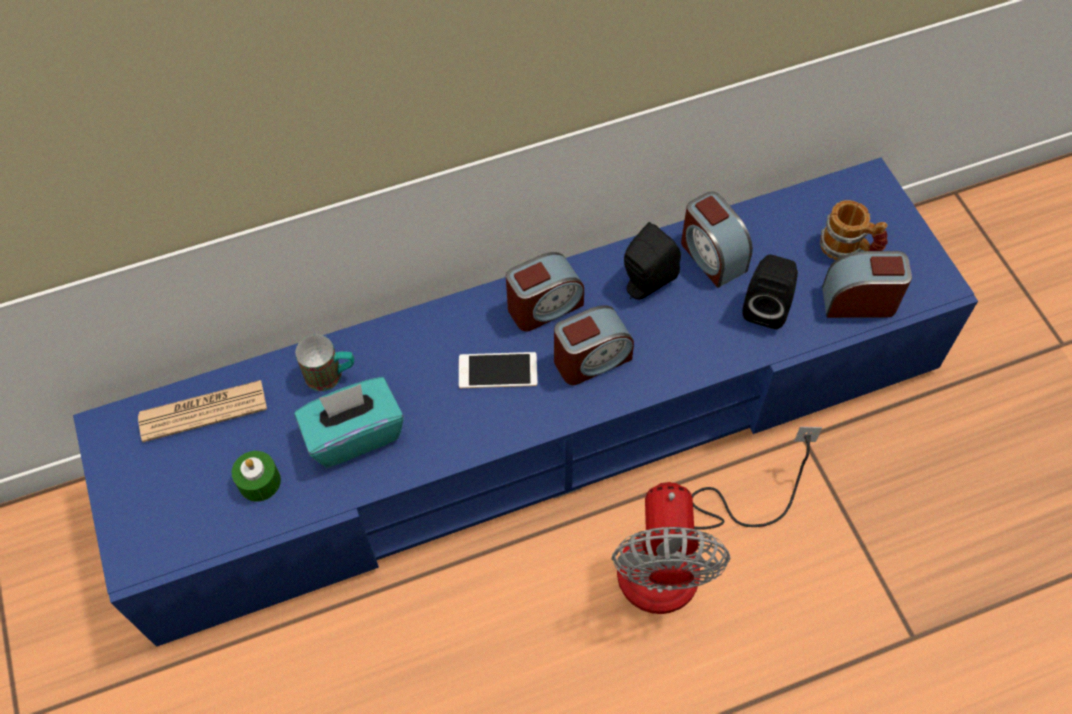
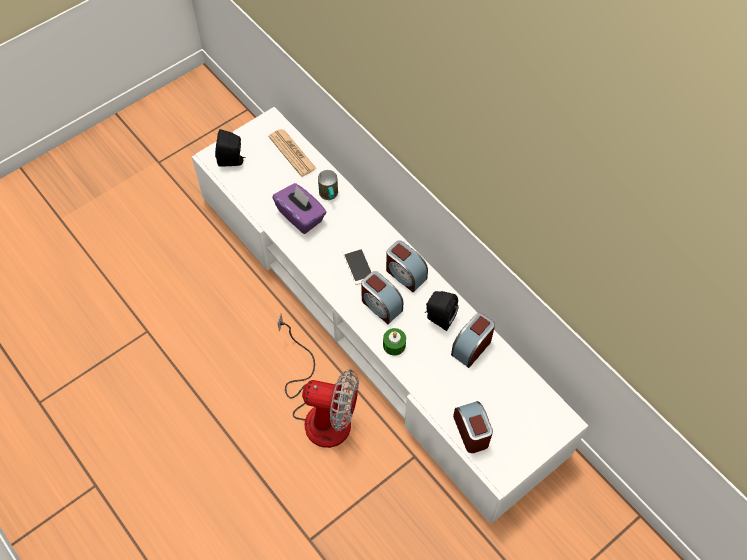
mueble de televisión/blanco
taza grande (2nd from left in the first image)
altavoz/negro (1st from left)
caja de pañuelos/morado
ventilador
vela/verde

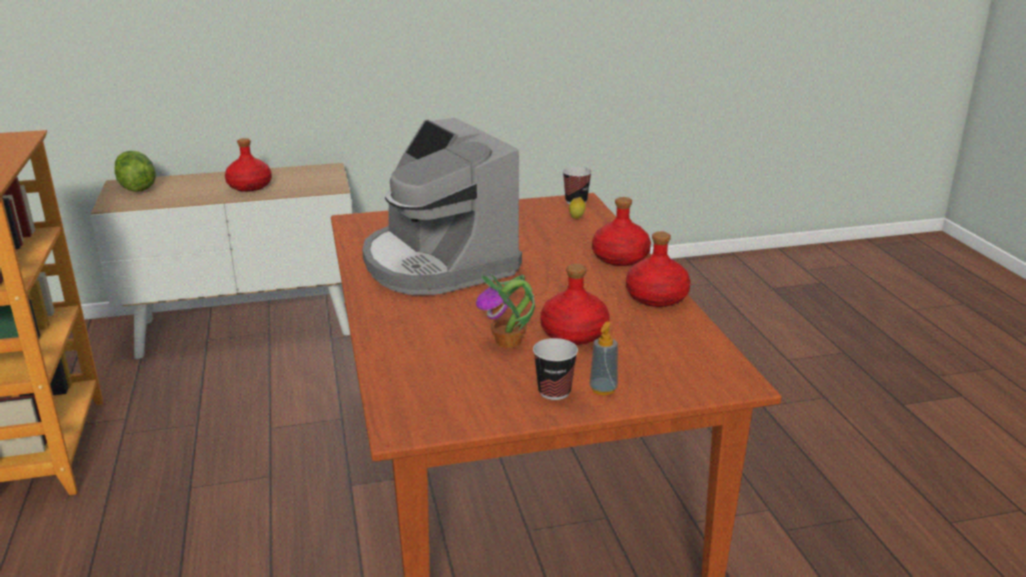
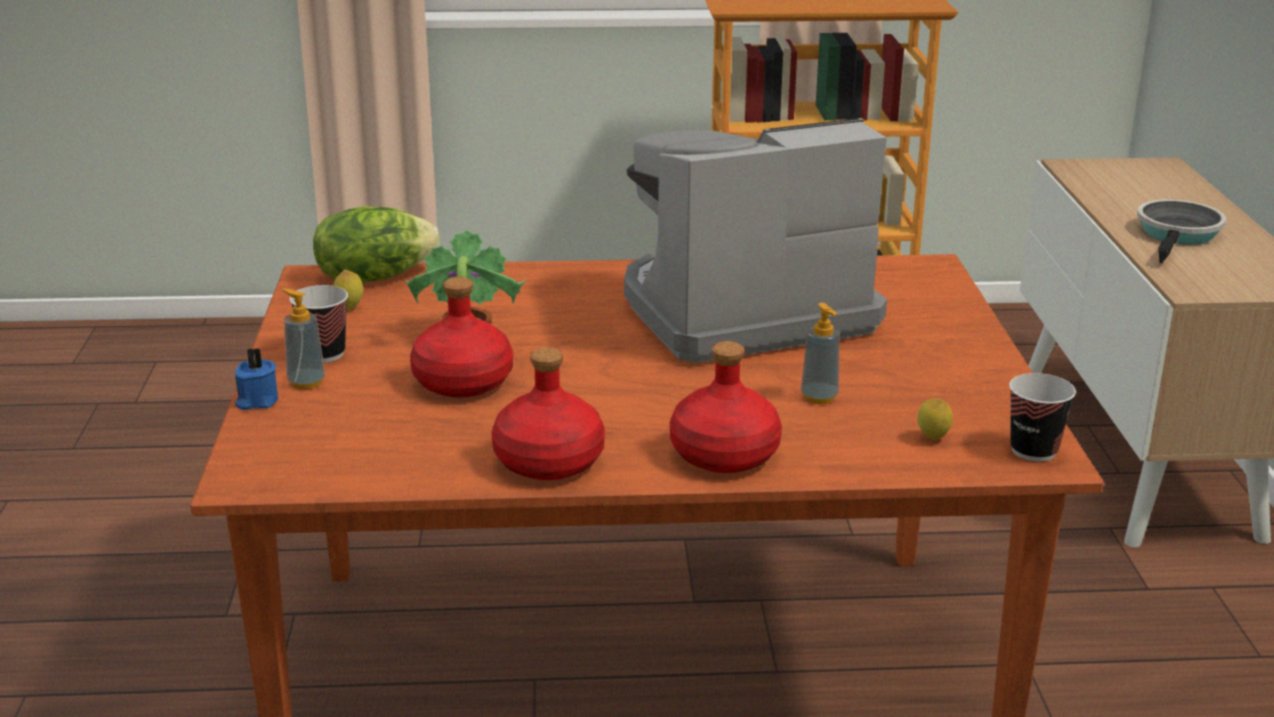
sartén
lechuga
limón (1st from left)
dispensador de jabón (2nd from left)
vela/azul

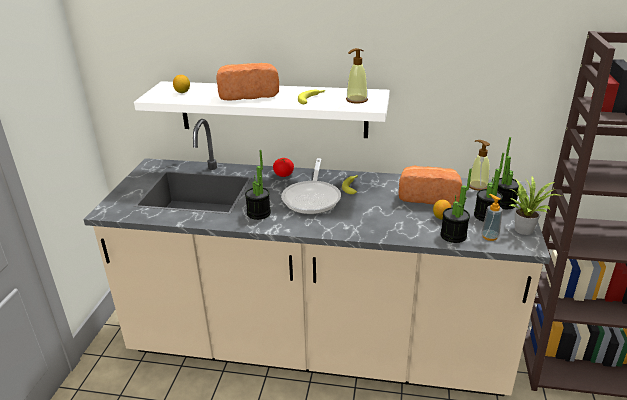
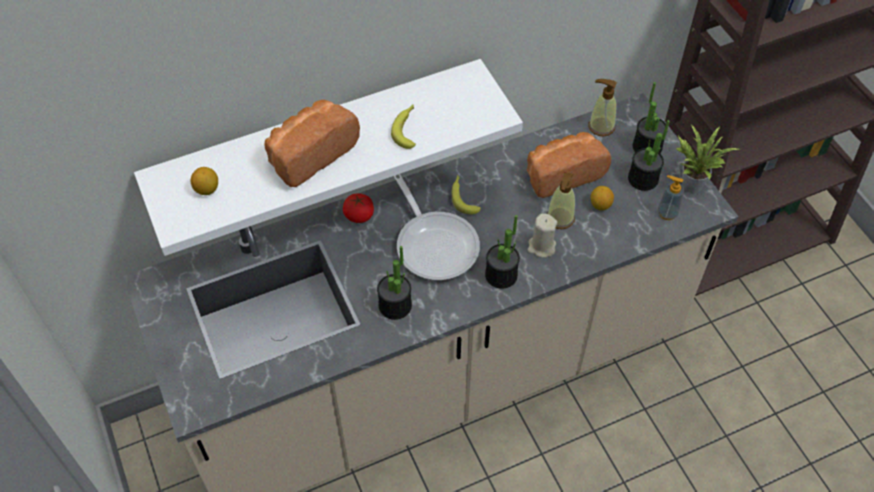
dispensador de jabón (1st from left)
planta en maceta (2nd from left)
vela/beis

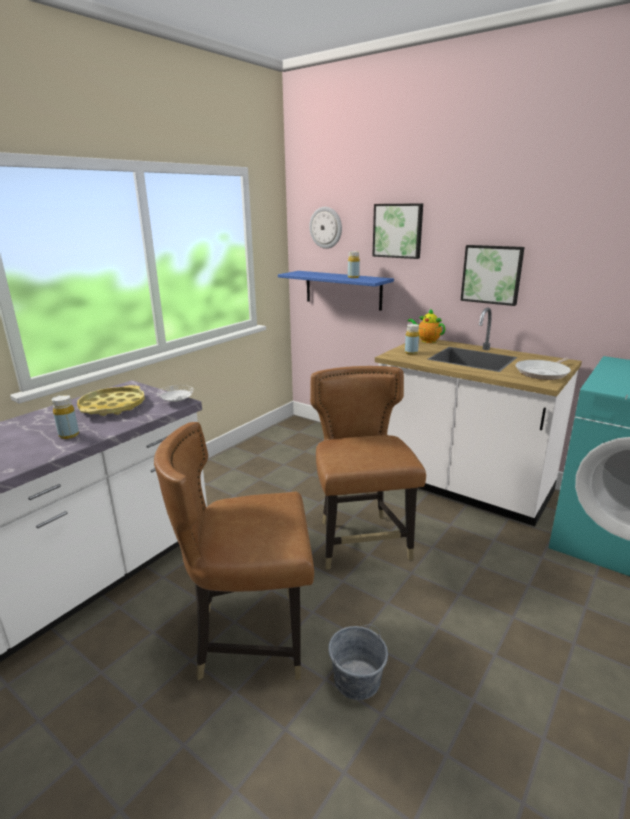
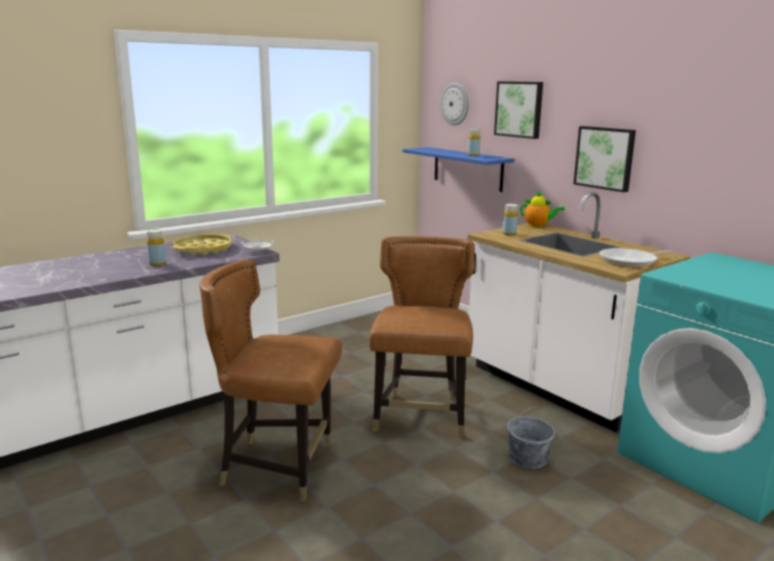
tetera
cubo/gris

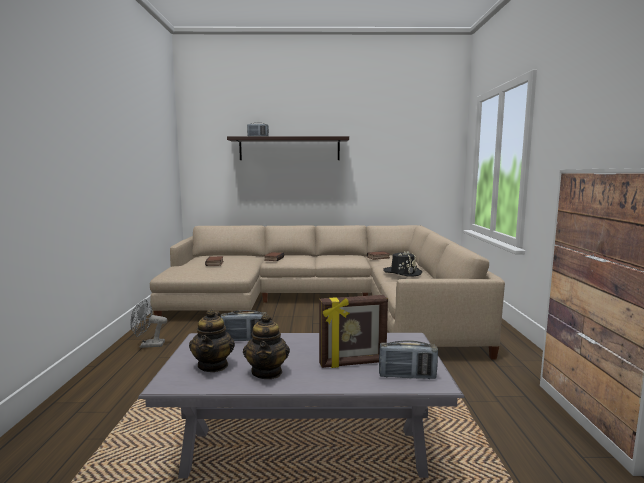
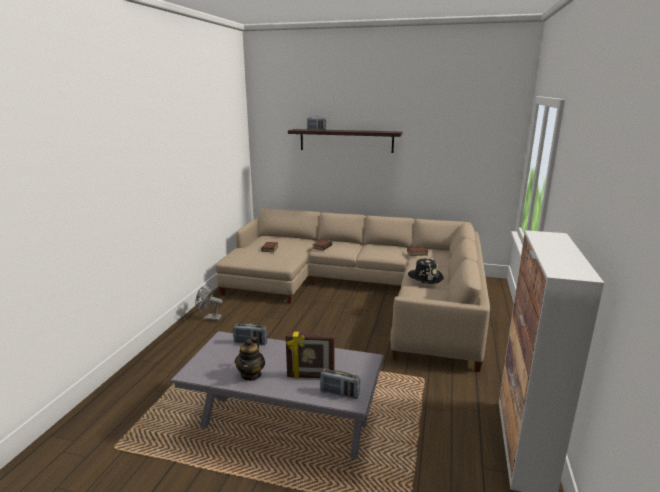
tetera (1st from left in the first image)

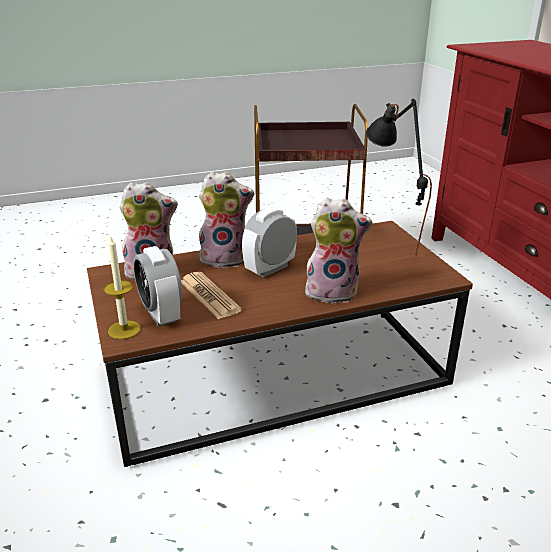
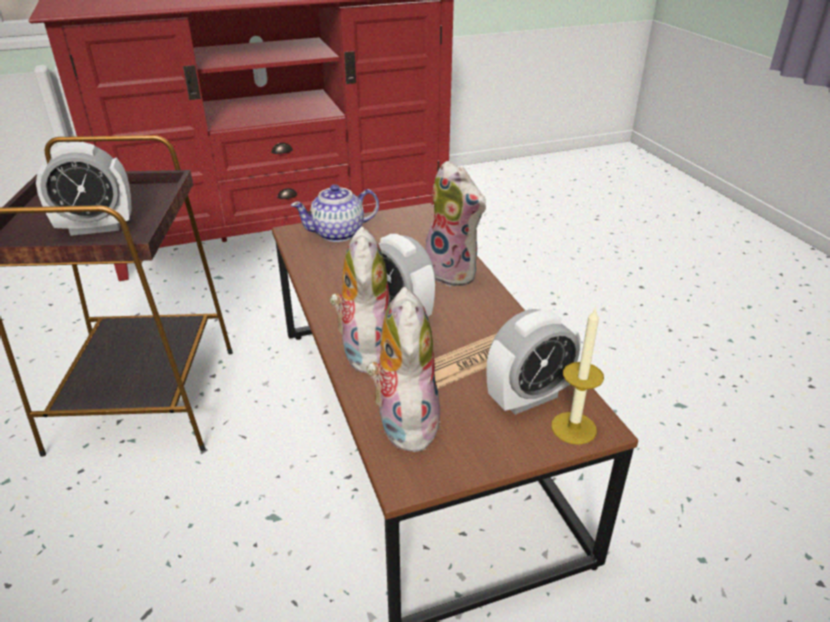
tetera
peluche (3rd from left)
despertador (1st from left)

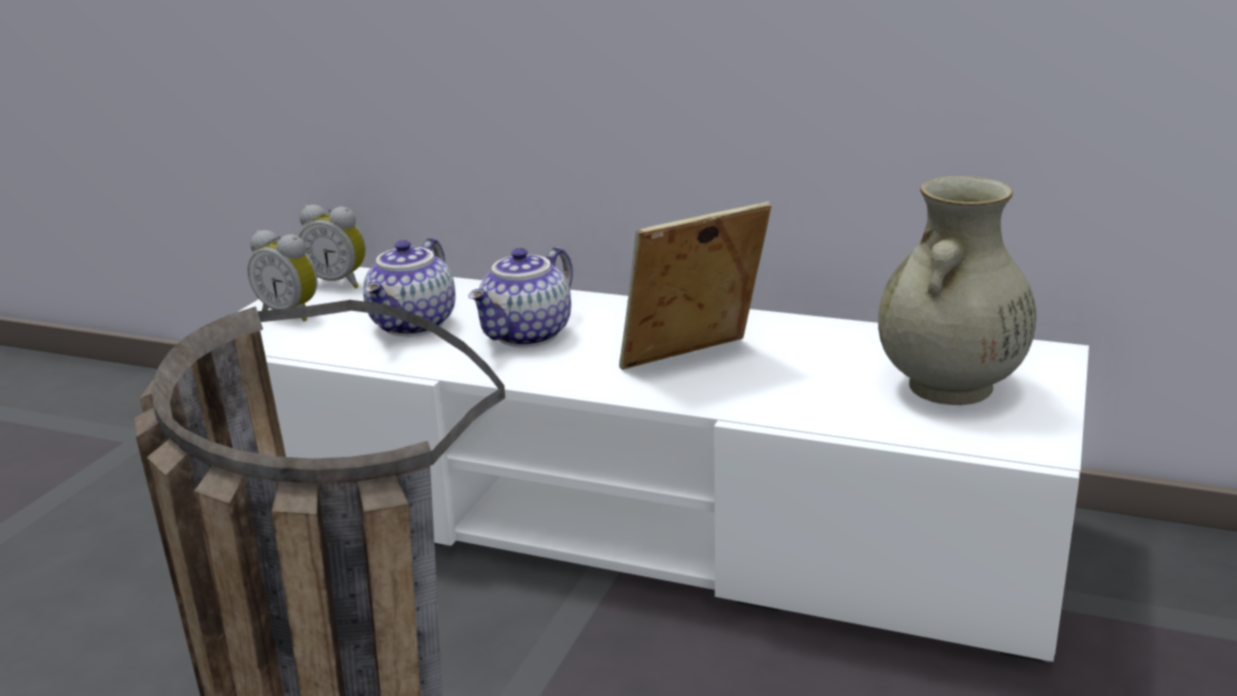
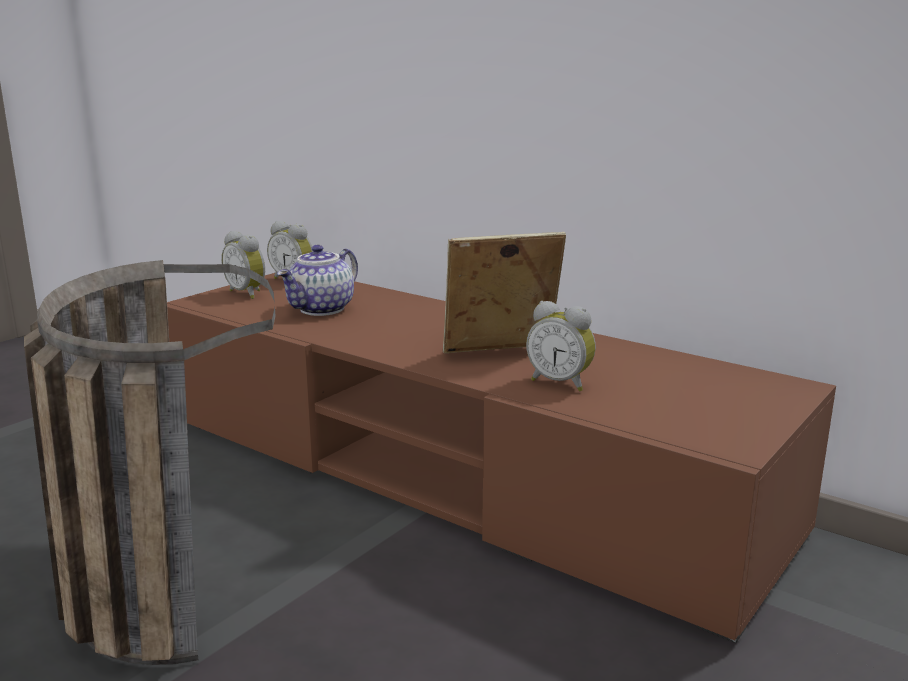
florero/beis
tetera (2nd from left in the first image)
mueble de televisión/marrón
despertador (3rd from left)

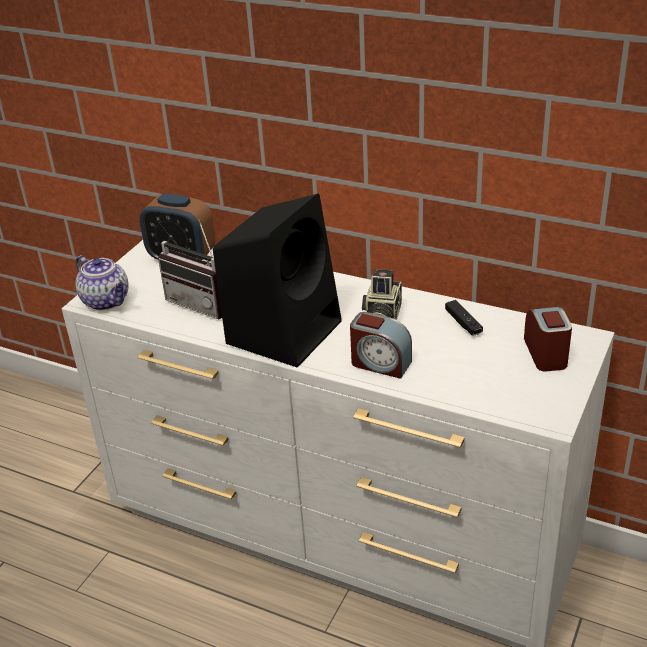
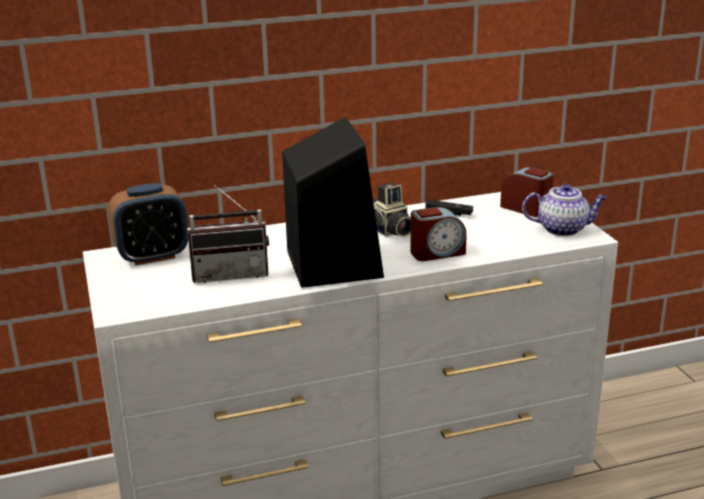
tetera

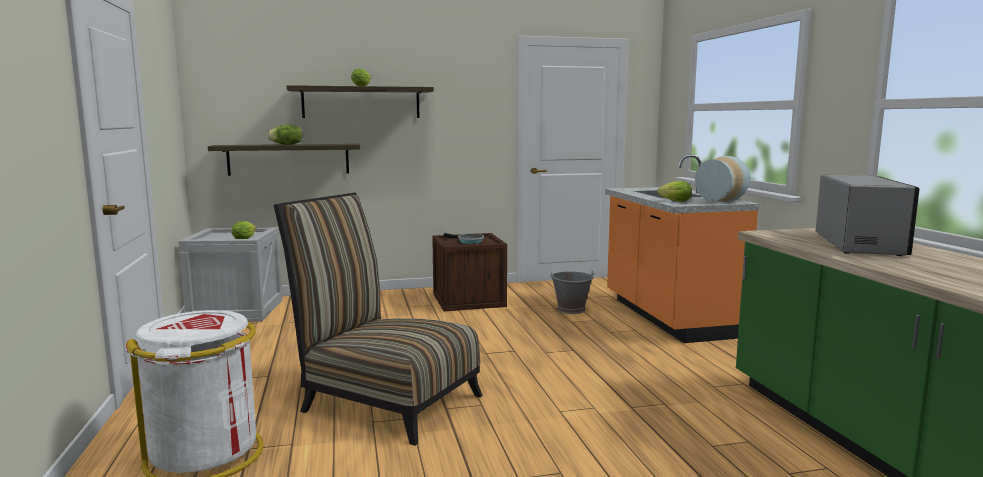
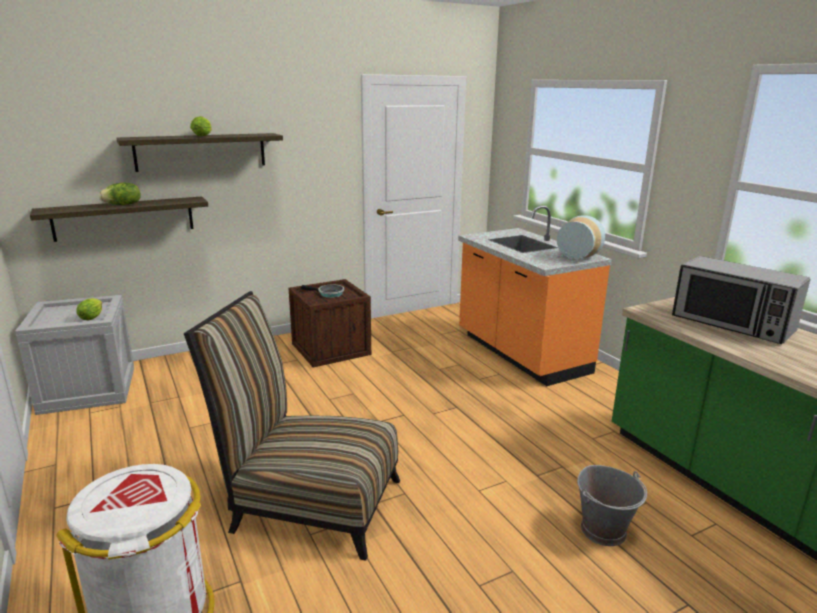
microondas
lechuga (4th from left in the first image)
cubo/gris

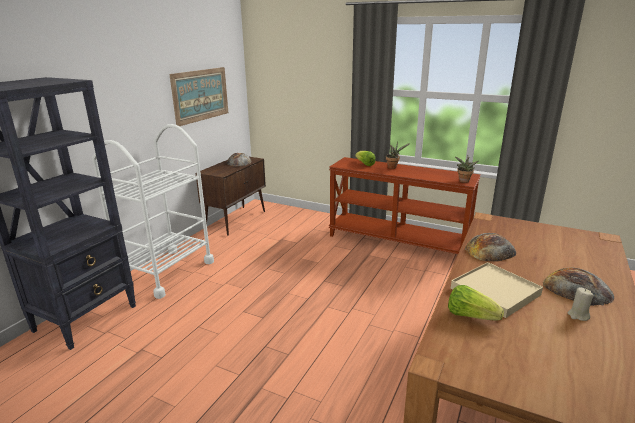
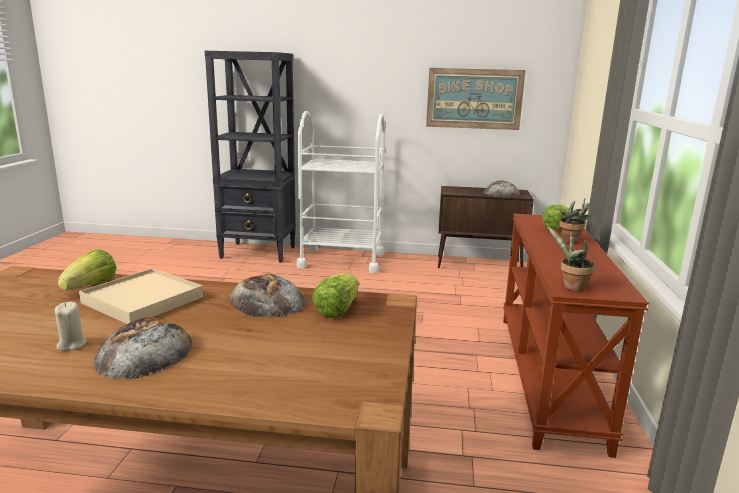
lechuga (2nd from left)

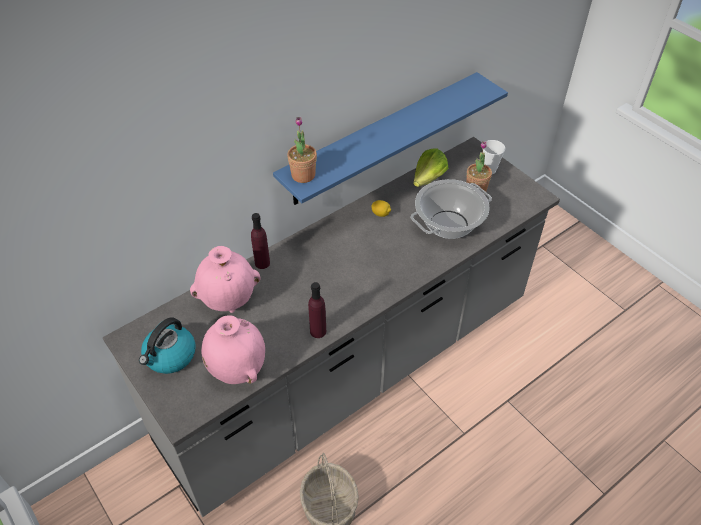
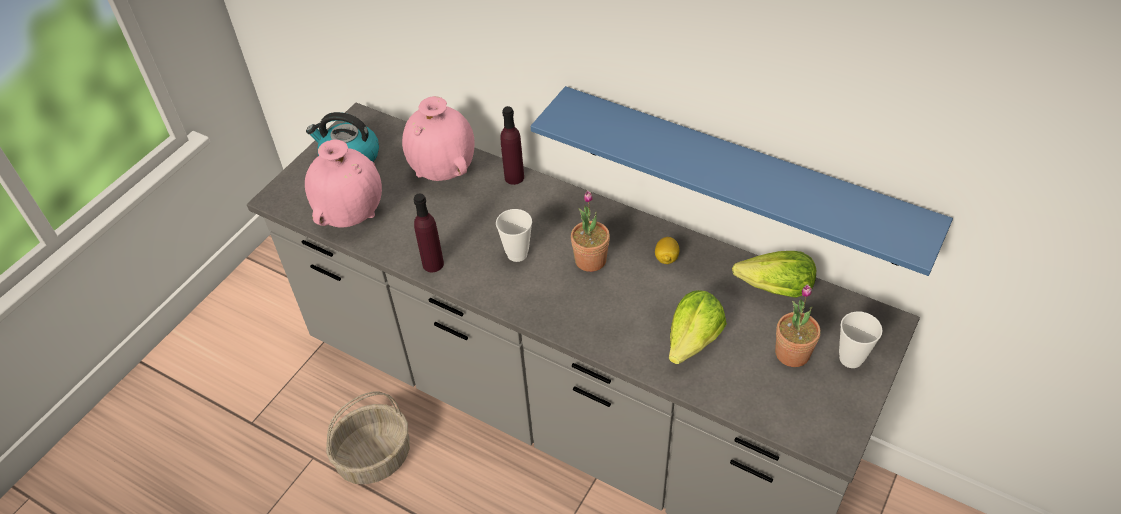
planta en maceta (1st from left)
lechuga (1st from left)
taza (1st from left)

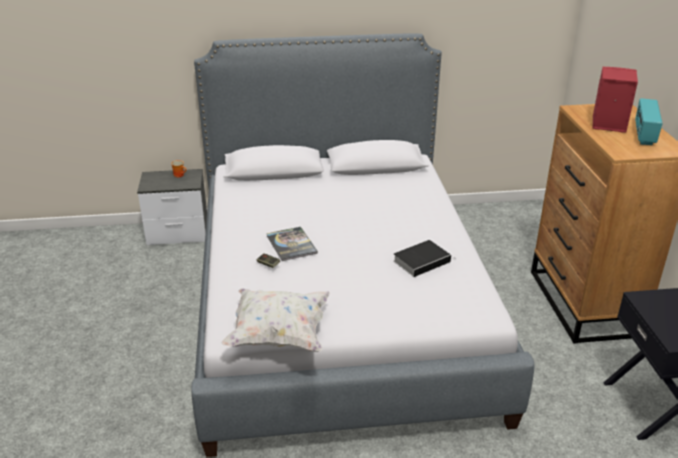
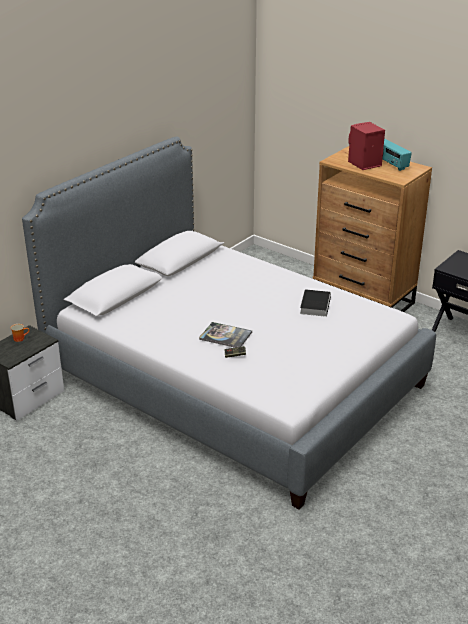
cojín/blanco

